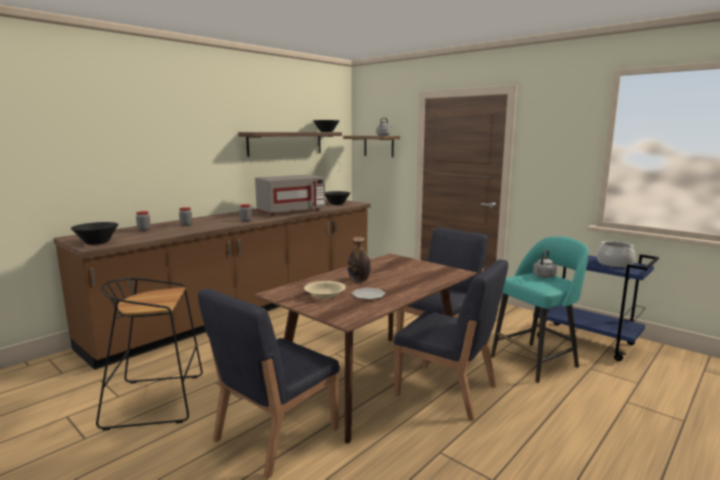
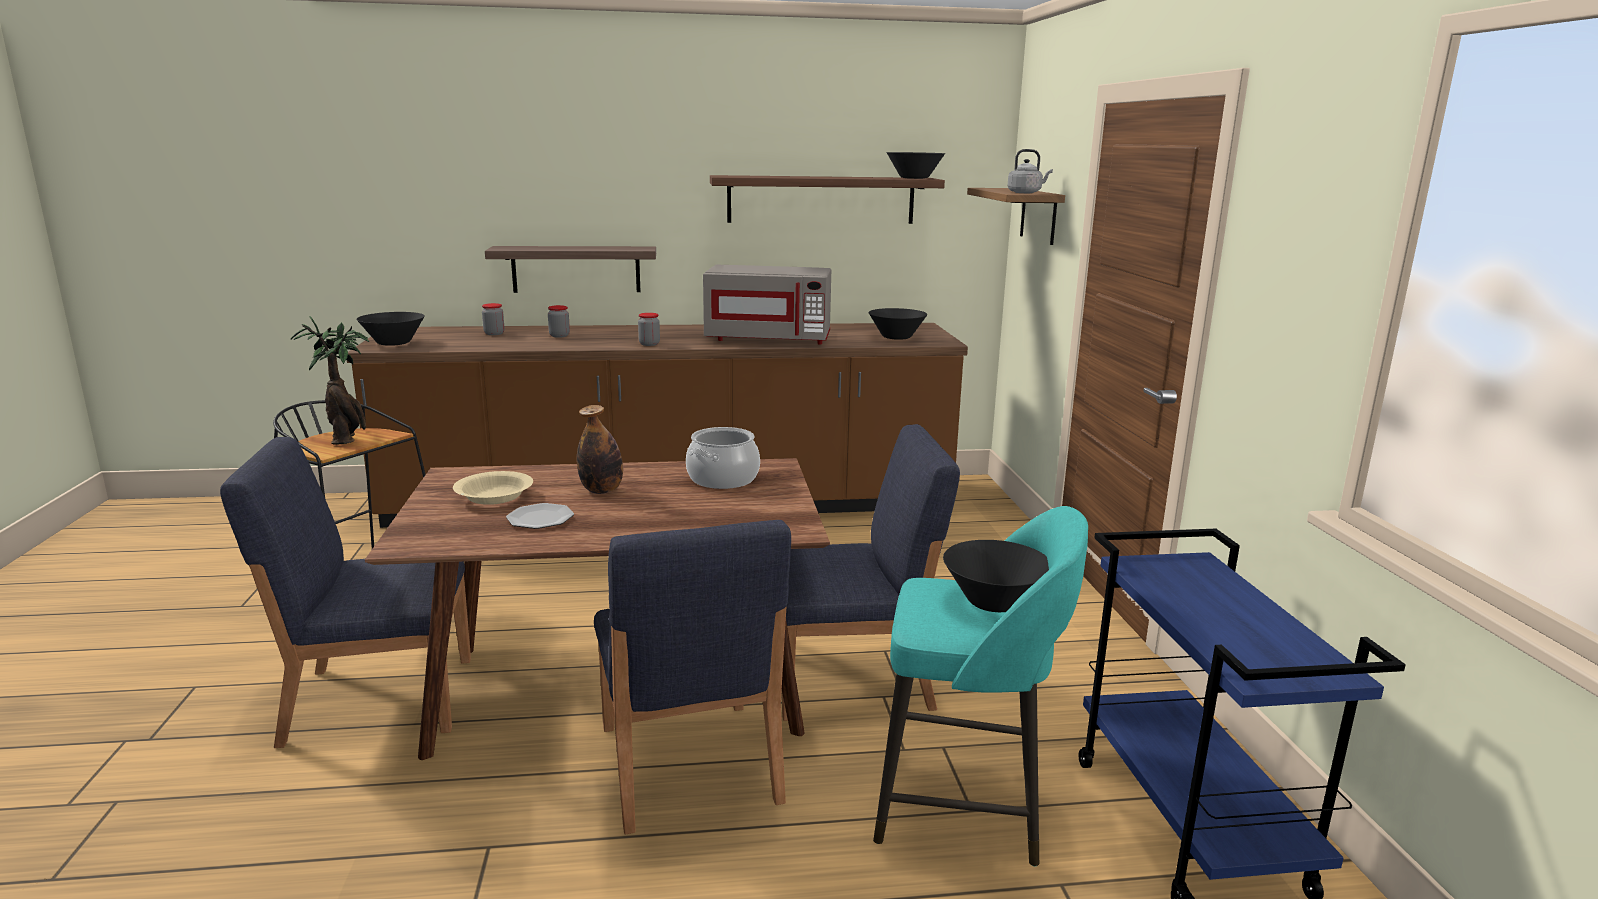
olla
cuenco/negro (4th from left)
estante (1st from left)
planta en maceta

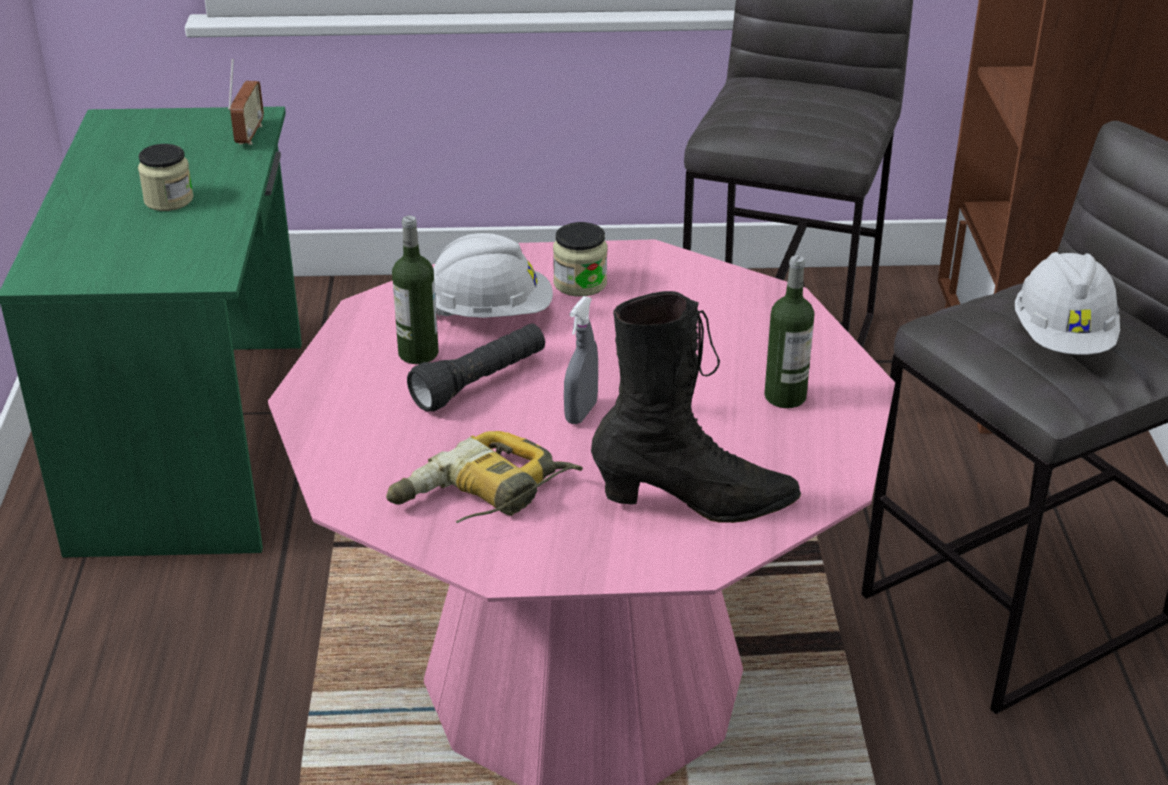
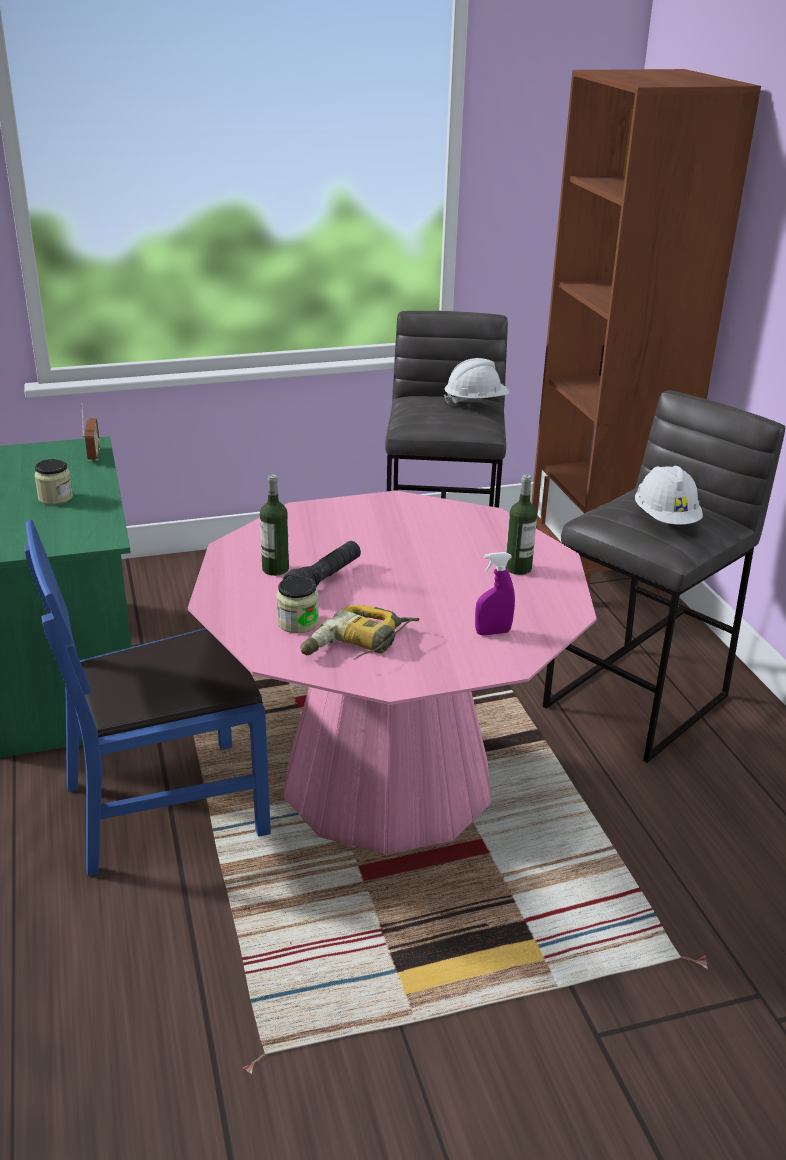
tarro (2nd from left)
casco/blanco (1st from left)
pulverizador/morado
pulverizador/gris
silla/azul

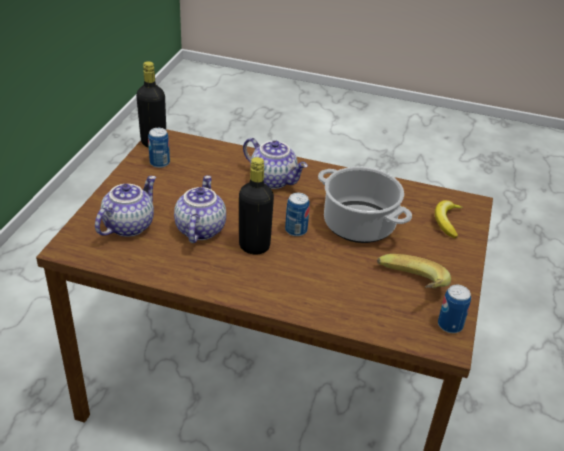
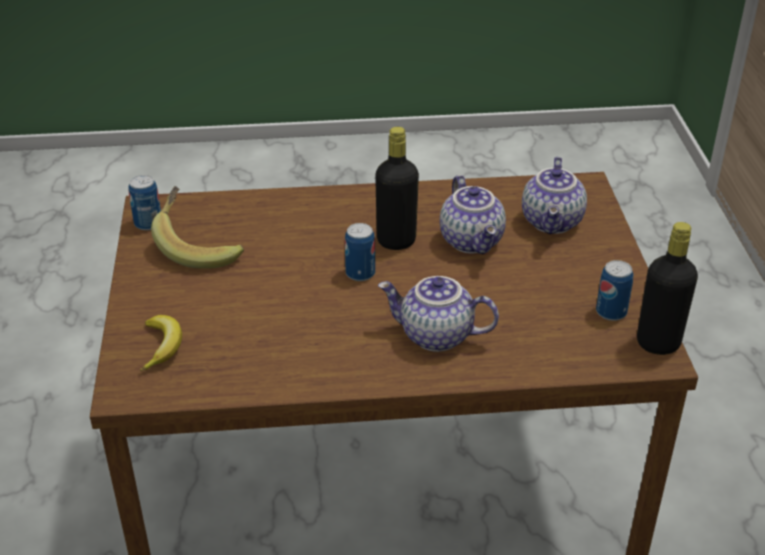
olla

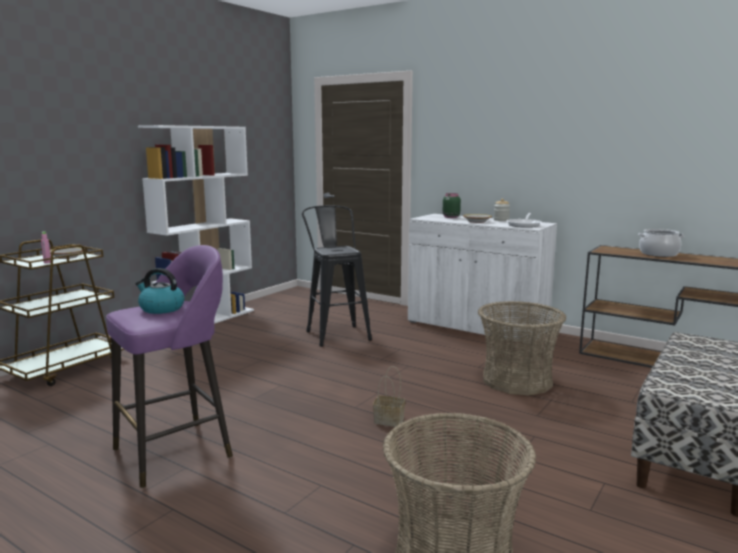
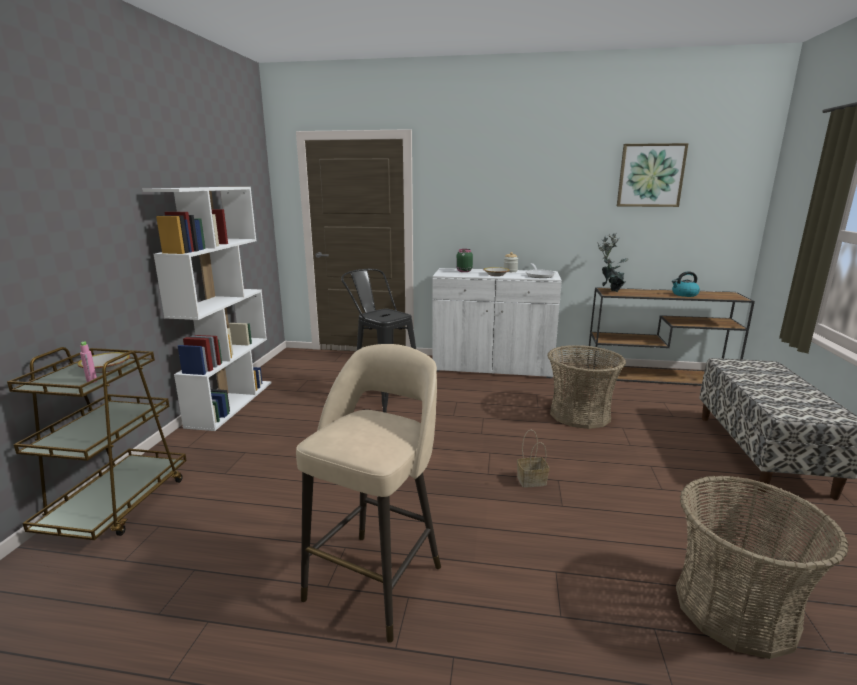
olla
taburete/beis
hervidor
cuadro
planta en maceta

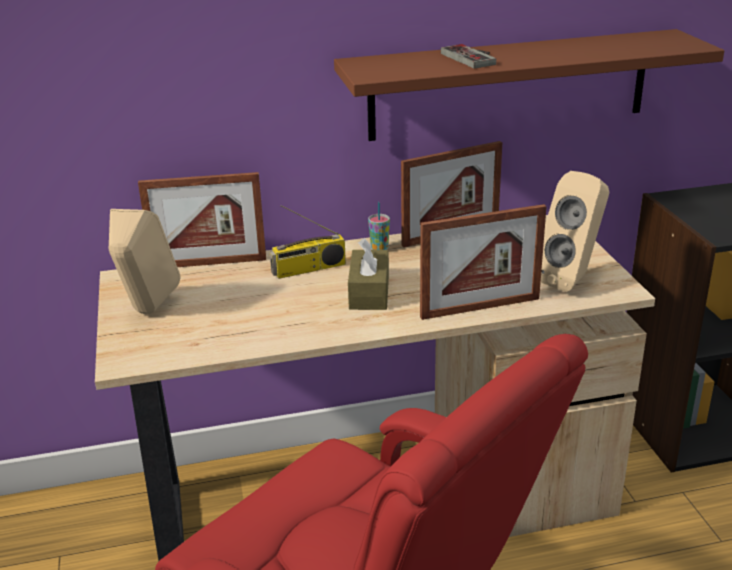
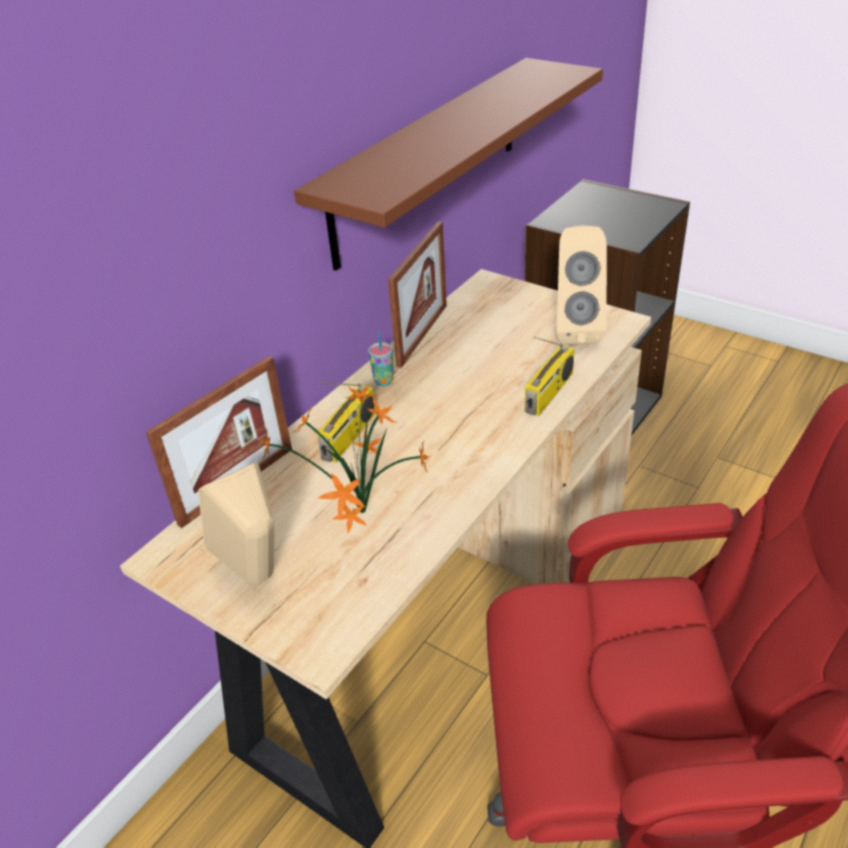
mando de consola
radio (2nd from left)
caja de pañuelos/marrón
planta en maceta

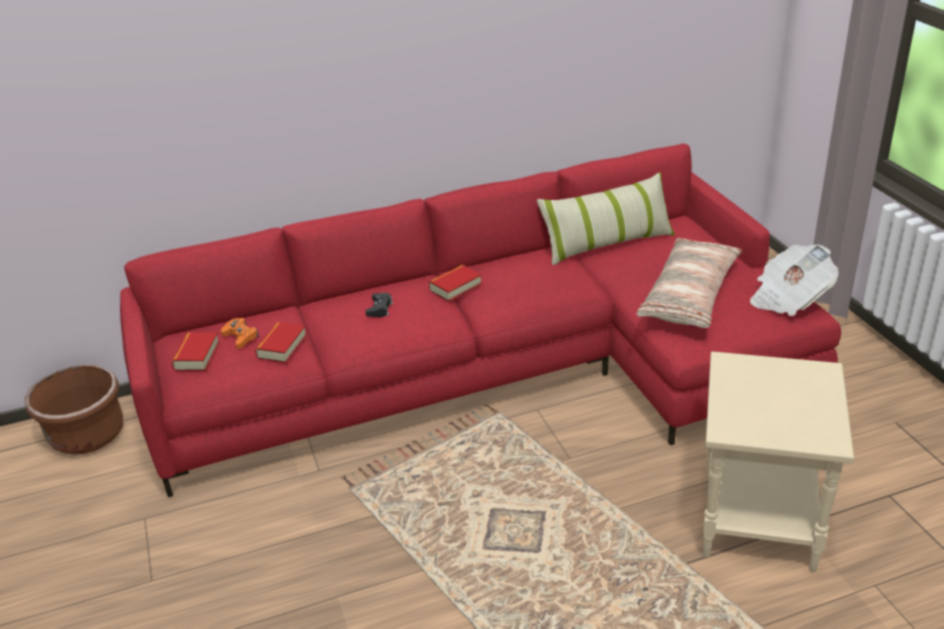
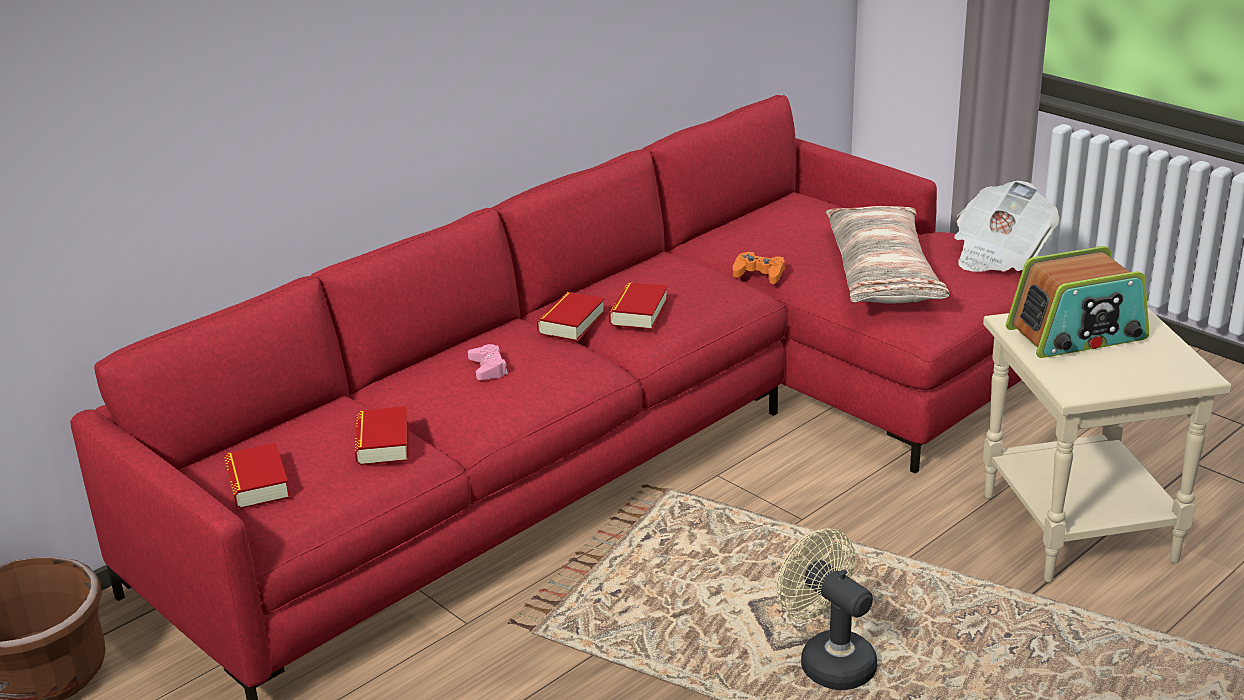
cojín (1st from left in the first image)
mando de consola/rosa
mando de consola/naranja
radio
libro (4th from left)
ventilador/beis

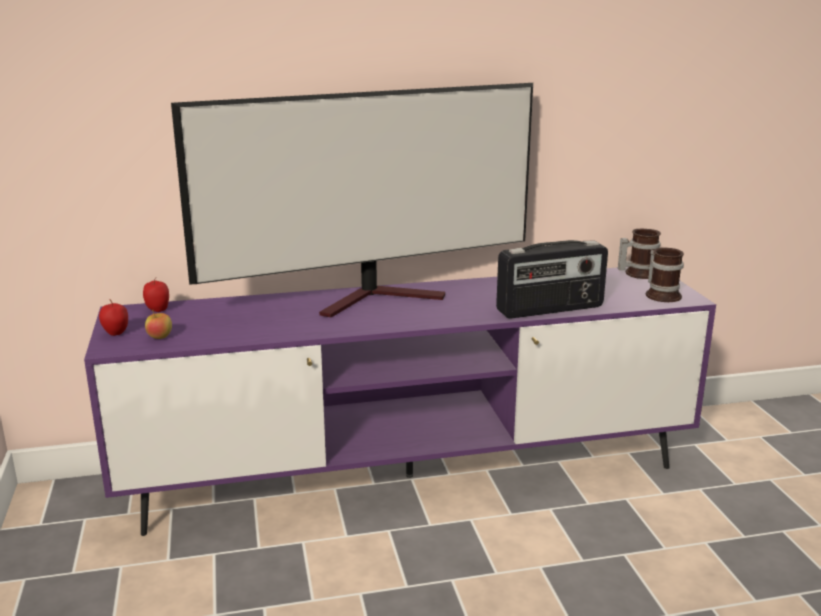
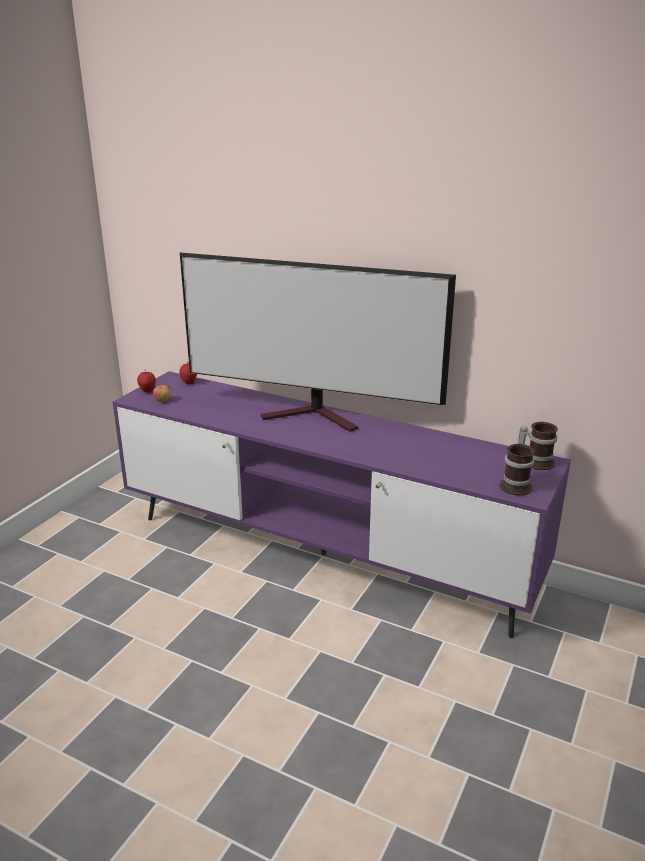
radio

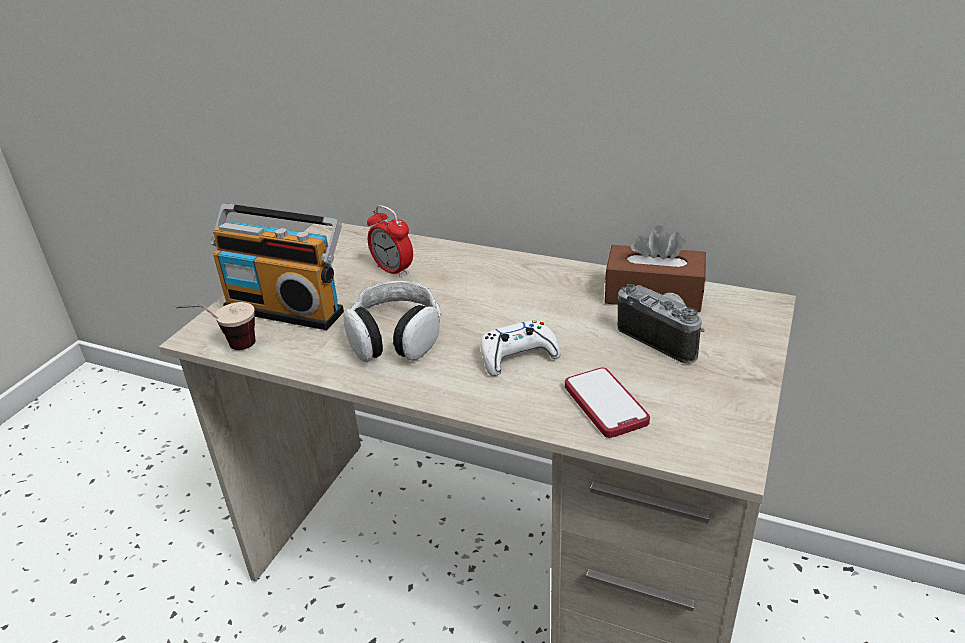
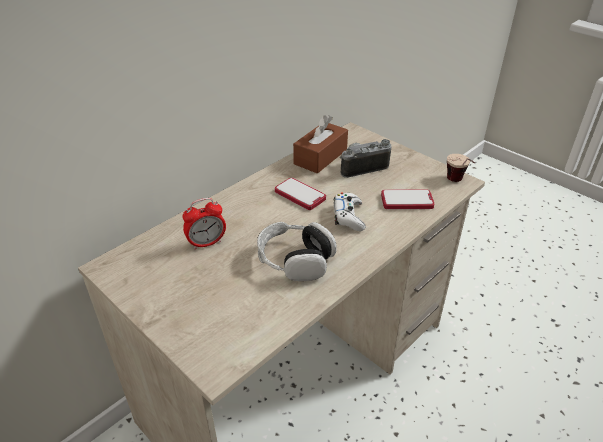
radio
taza
móvil (1st from left)

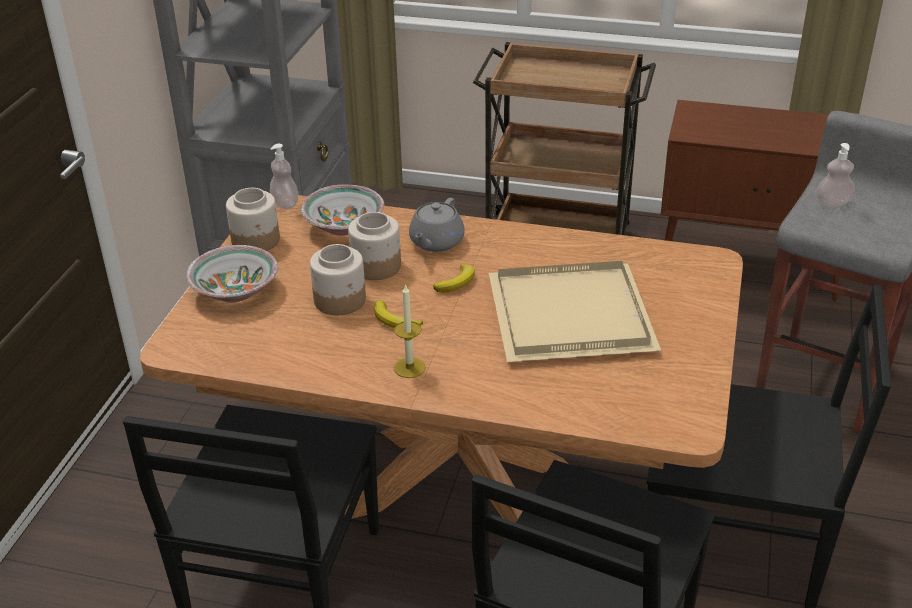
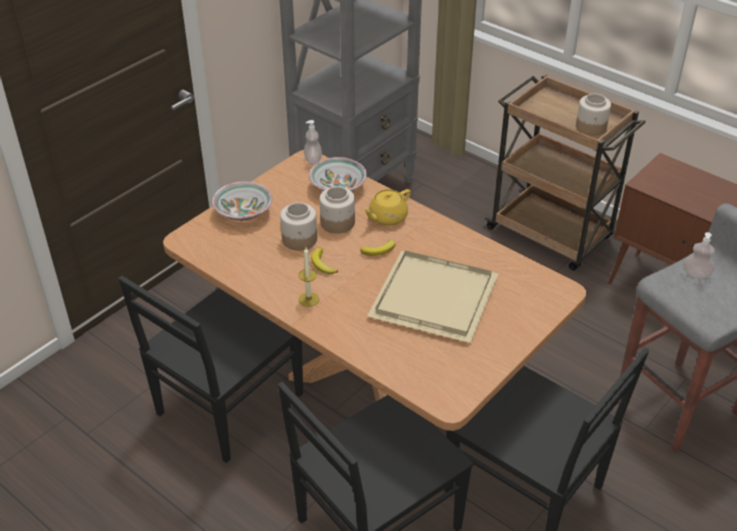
tarro (3rd from left)
tetera/amarillo

